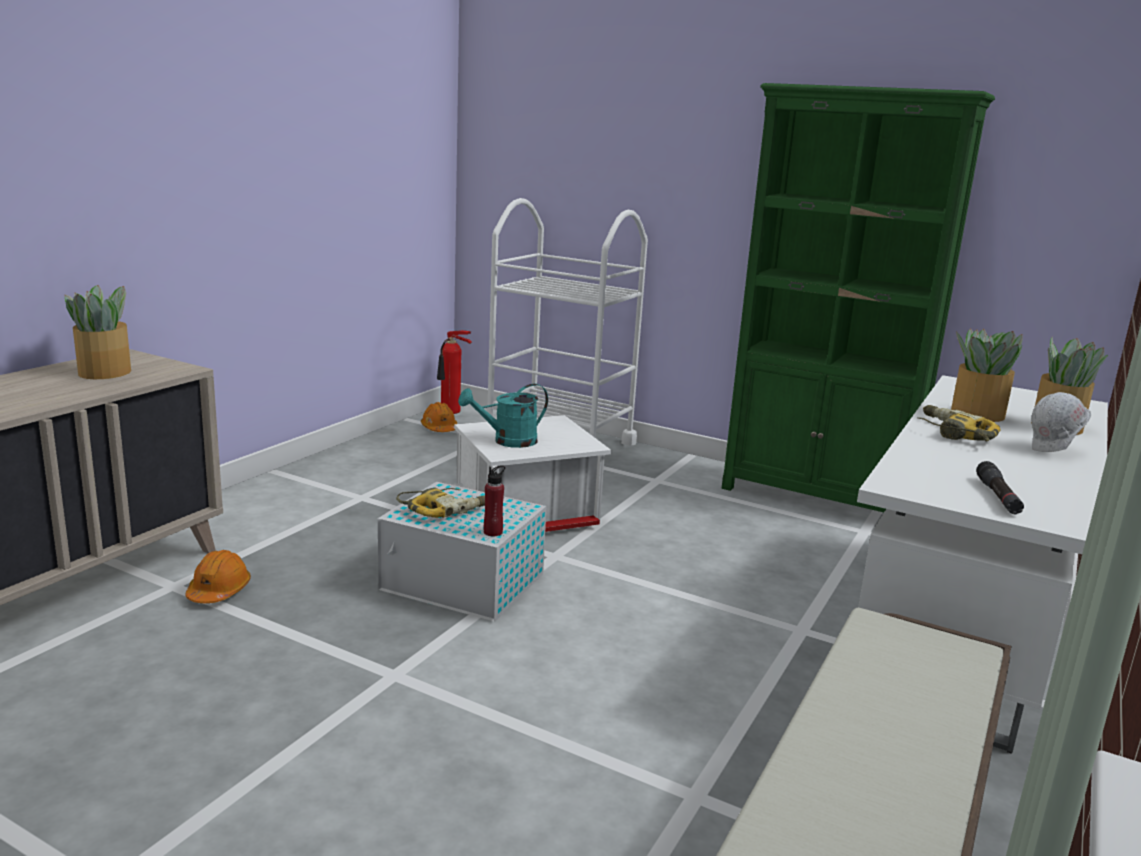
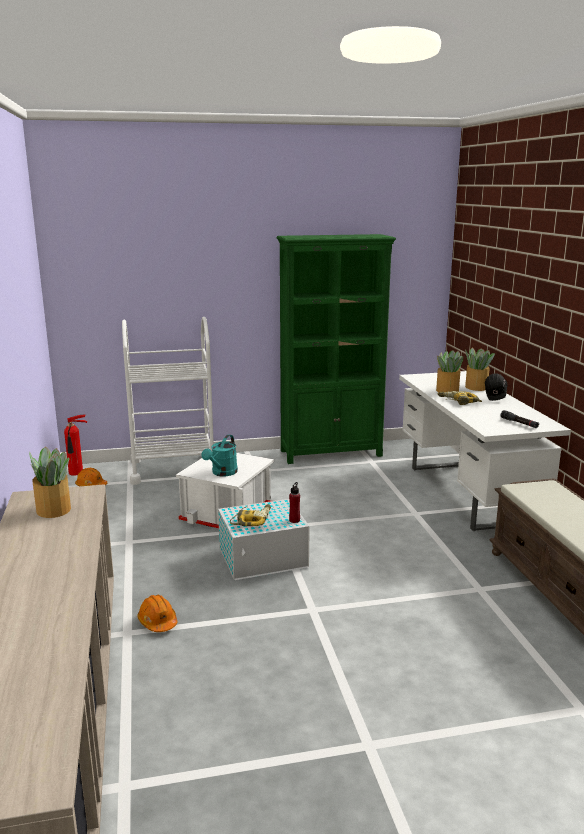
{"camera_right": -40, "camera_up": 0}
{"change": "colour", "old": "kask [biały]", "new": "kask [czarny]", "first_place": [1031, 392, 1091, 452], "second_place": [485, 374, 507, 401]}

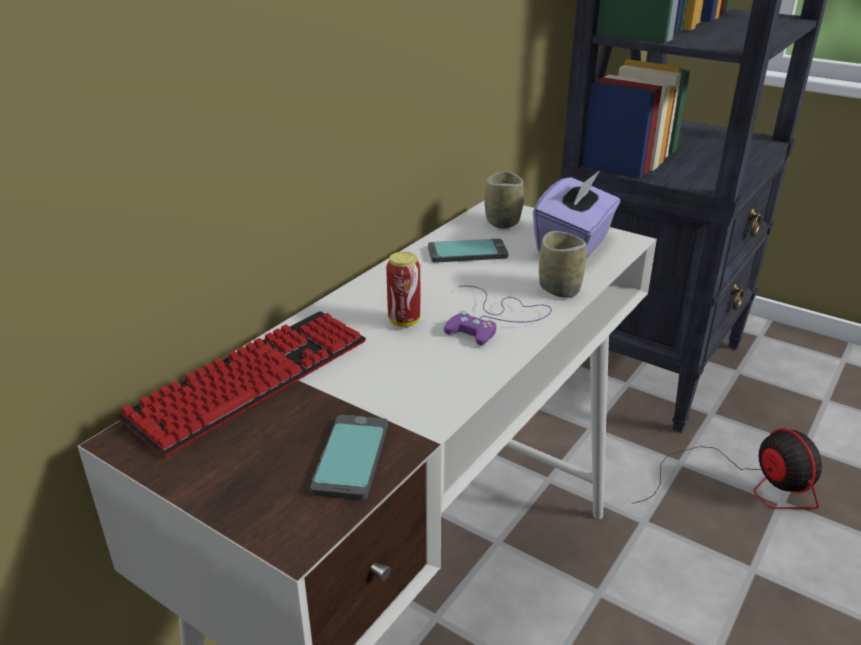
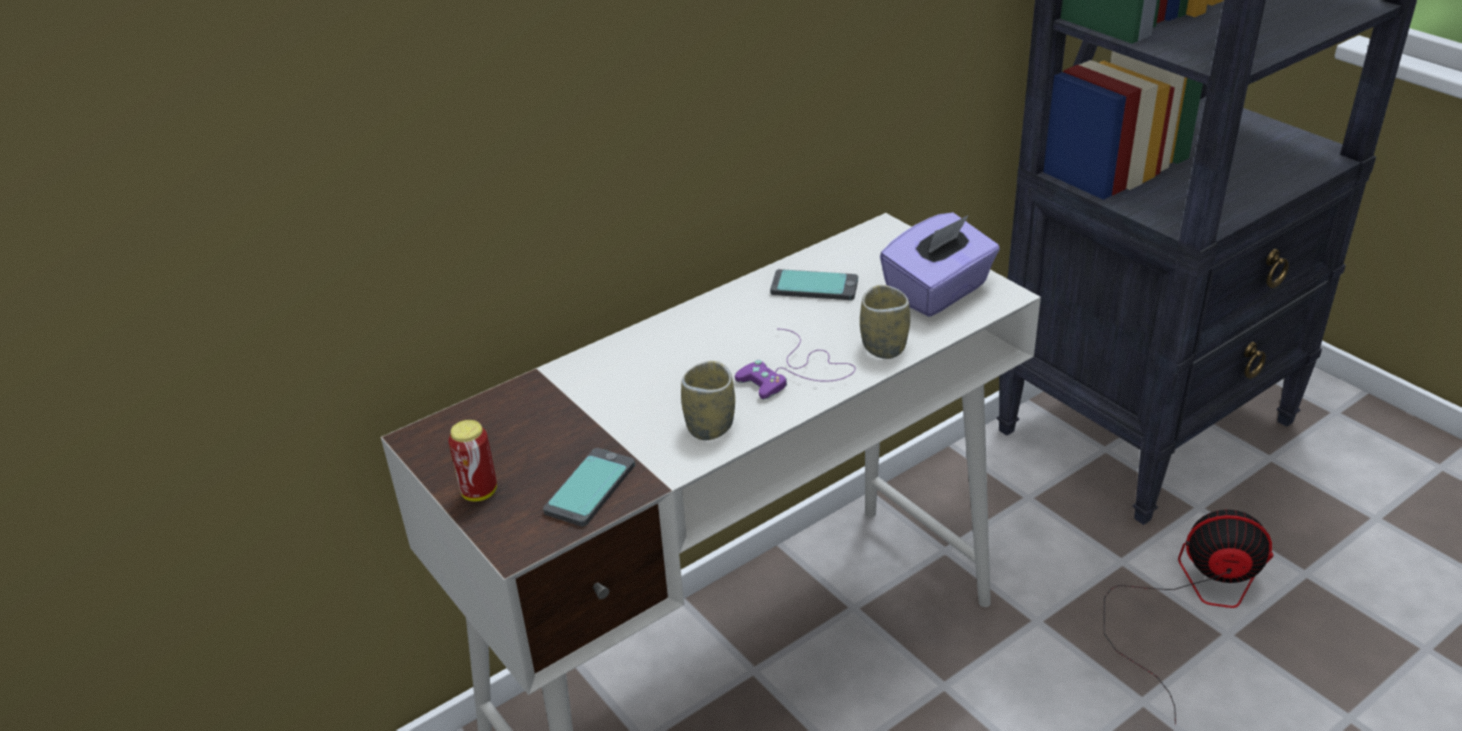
{"camera_right": 20, "camera_up": 5}
{"change": "relocated", "old": "puszka", "first_place": [386, 252, 420, 327], "second_place": [448, 420, 497, 502]}
{"change": "relocated", "old": "filiżanka", "first_place": [484, 171, 524, 229], "second_place": [681, 361, 735, 440]}
{"change": "spun", "old": "wentylator", "first_place": [631, 428, 822, 509], "second_place": [1104, 510, 1273, 724], "degrees": -75}
{"change": "missing", "old": "klawiatura", "first_place": [117, 311, 366, 457]}

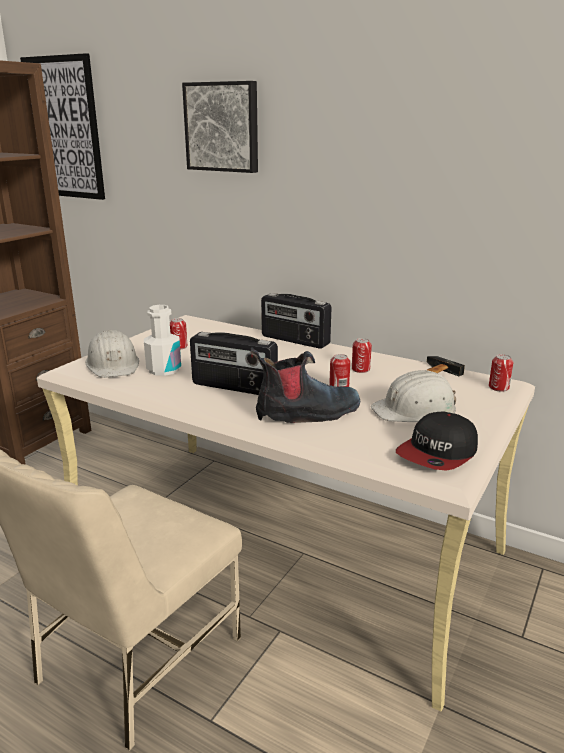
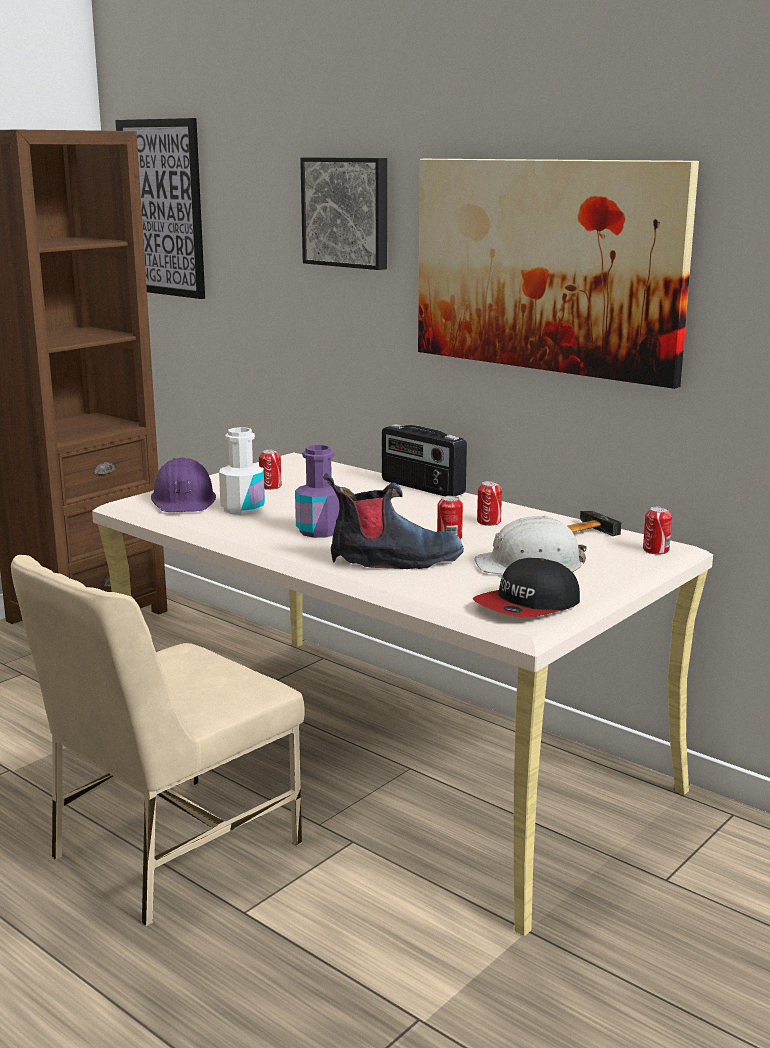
{"camera_right": 10, "camera_up": -5}
{"change": "colour", "old": "kask [biały]", "new": "kask [fioletowy]", "first_place": [85, 330, 139, 378], "second_place": [151, 457, 216, 512]}
{"change": "exchanged", "old": "radio", "new": "butelka [fioletowy]", "first_place": [190, 332, 278, 395], "second_place": [295, 445, 339, 538]}
{"change": "appeared", "new": "obraz", "second_place": [418, 159, 699, 389]}

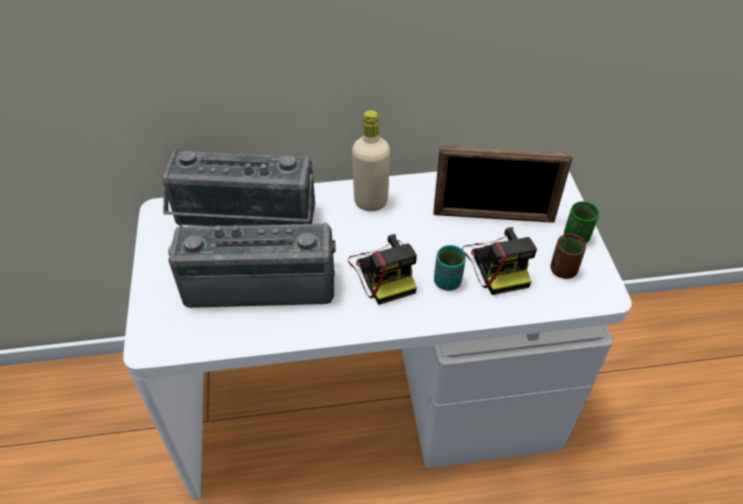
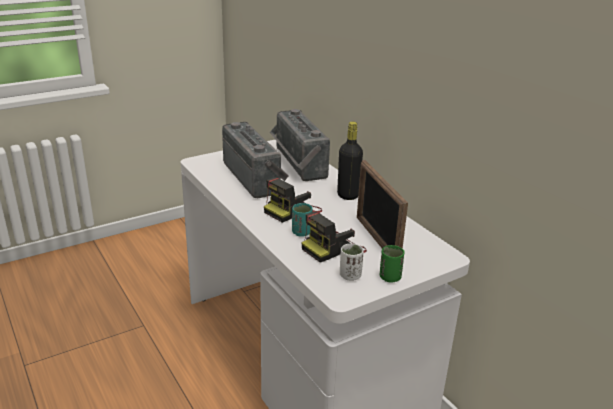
{"camera_right": 65, "camera_up": -20}
{"change": "colour", "old": "butelka [beżowy]", "new": "butelka [czarny]", "first_place": [352, 110, 390, 211], "second_place": [337, 122, 363, 200]}
{"change": "colour", "old": "filiżanka [brązowy]", "new": "filiżanka [biały]", "first_place": [550, 234, 587, 279], "second_place": [340, 243, 364, 281]}

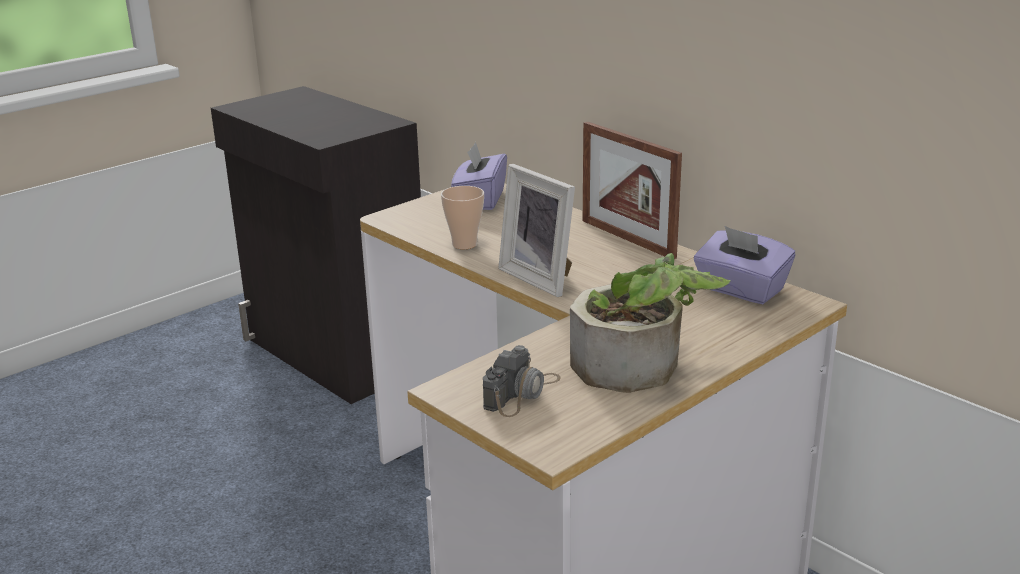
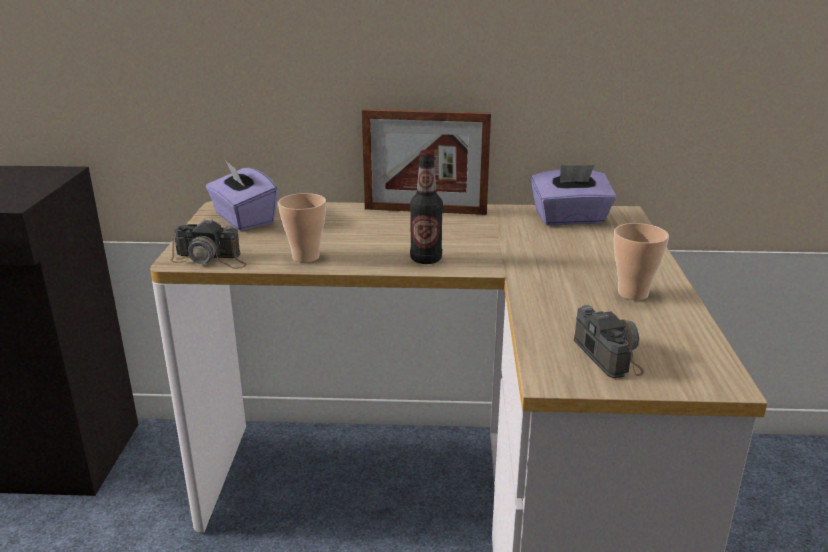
{"camera_right": -45, "camera_up": 0}
{"change": "appeared", "new": "aparat fotograficzny", "second_place": [170, 219, 247, 269]}
{"change": "exchanged", "old": "ramka na zdjęcie", "new": "butelka", "first_place": [498, 164, 575, 297], "second_place": [410, 150, 443, 264]}
{"change": "exchanged", "old": "roślina doniczkowa", "new": "filiżanka", "first_place": [570, 253, 730, 393], "second_place": [614, 223, 669, 300]}

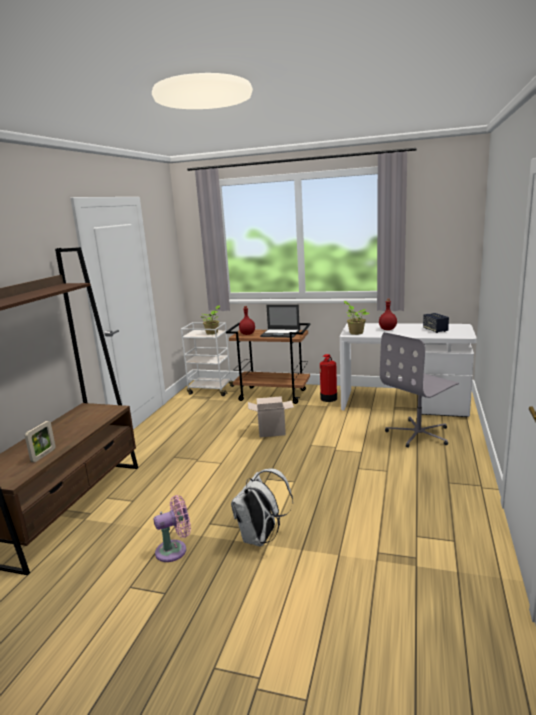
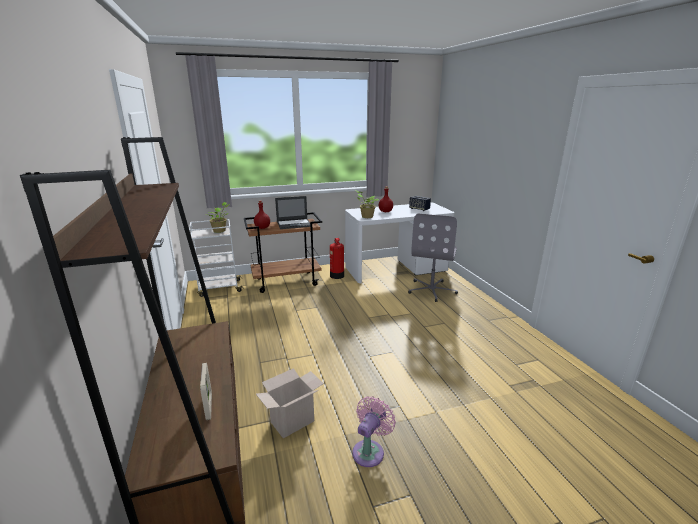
{"camera_right": -35, "camera_up": 5}
{"change": "relocated", "old": "karton", "first_place": [248, 396, 294, 437], "second_place": [256, 368, 324, 438]}
{"change": "missing", "old": "plecak [biały]", "first_place": [231, 468, 293, 546]}

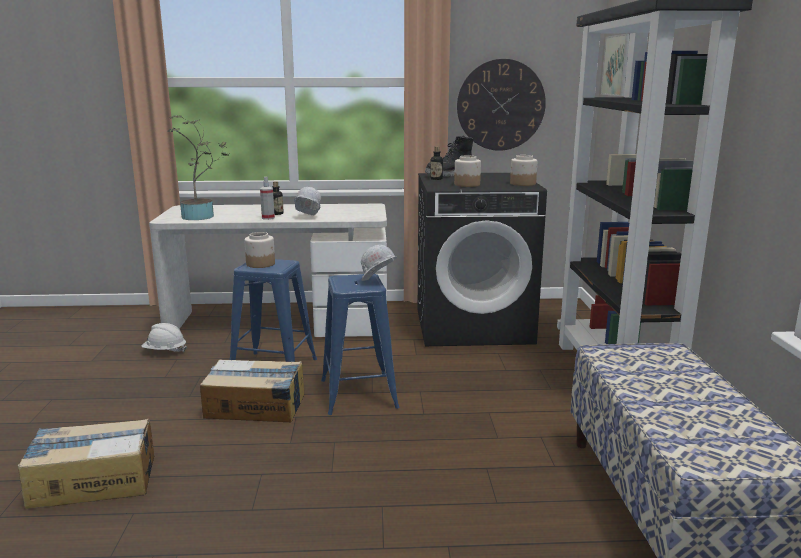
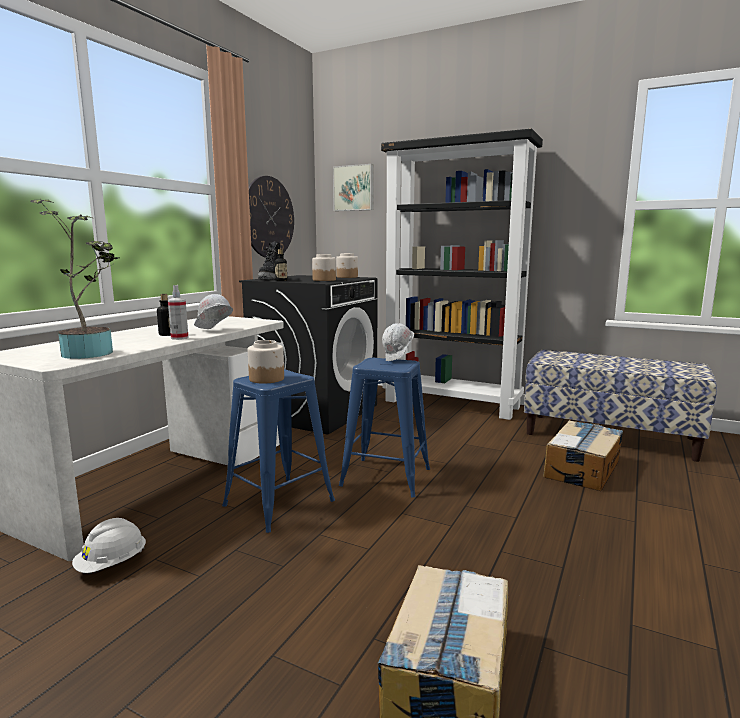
{"camera_right": -60, "camera_up": -5}
{"change": "relocated", "old": "karton", "first_place": [200, 360, 304, 422], "second_place": [543, 420, 623, 491]}

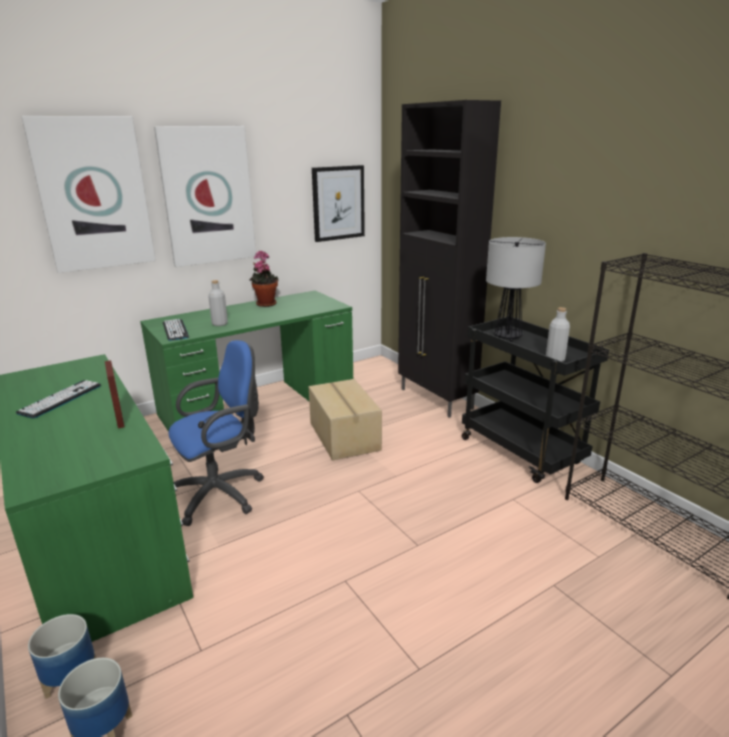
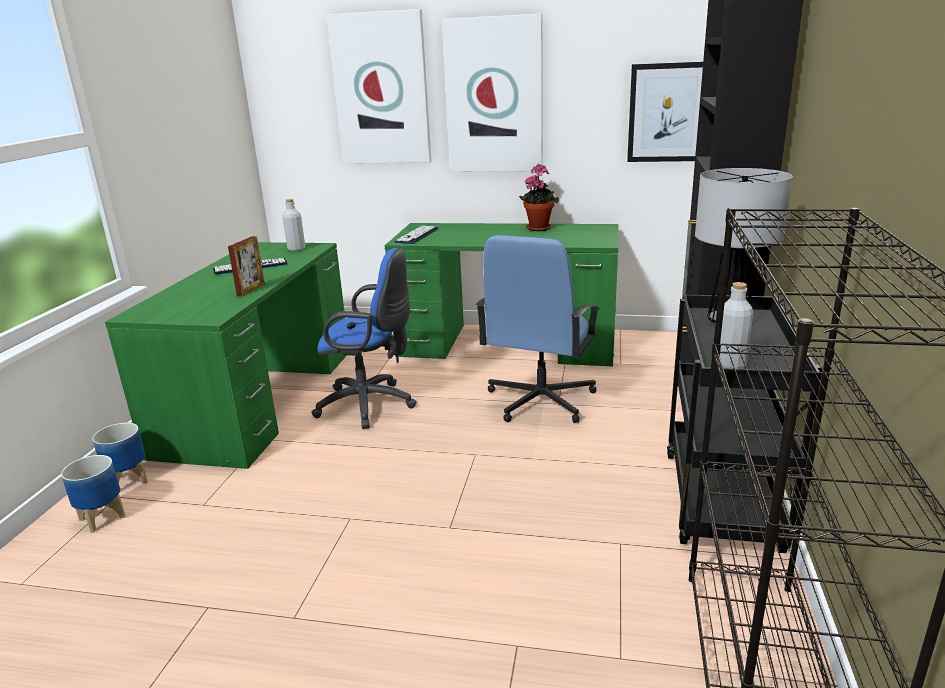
{"camera_right": 45, "camera_up": 0}
{"change": "relocated", "old": "butelka [szary]", "first_place": [208, 280, 228, 326], "second_place": [282, 199, 305, 251]}
{"change": "exchanged", "old": "karton", "new": "krzesło biurowe [niebieski]", "first_place": [309, 379, 382, 461], "second_place": [476, 235, 600, 423]}

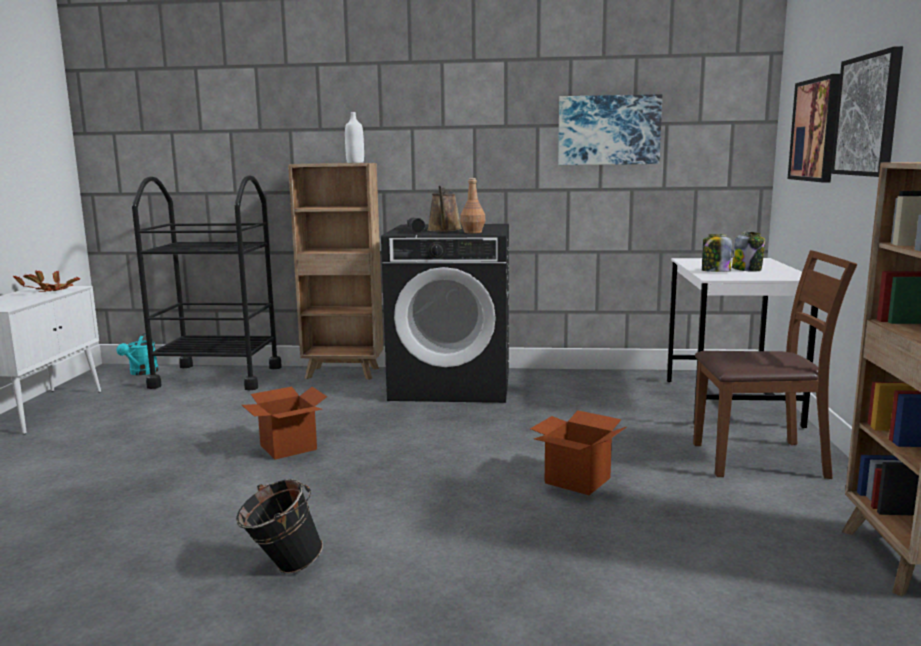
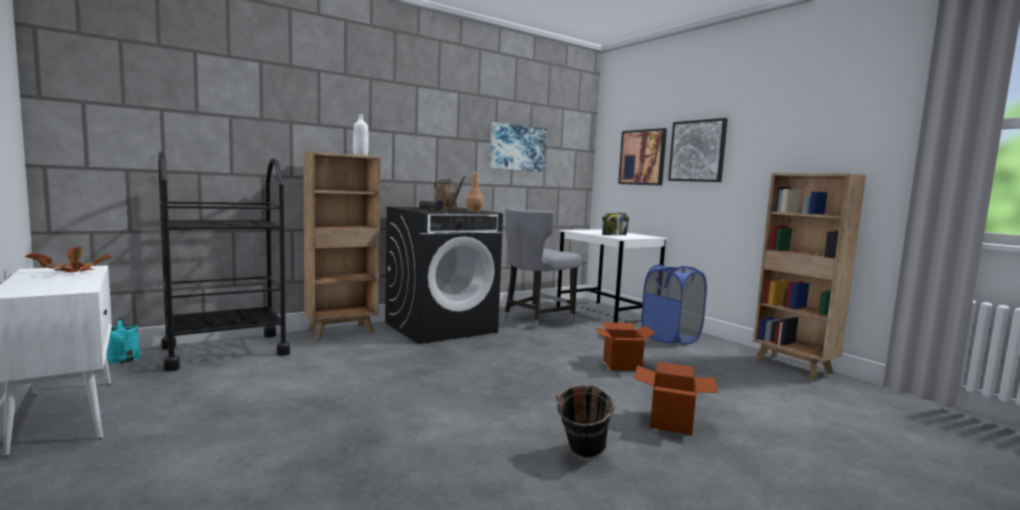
{"camera_right": -40, "camera_up": -5}
{"change": "appeared", "new": "krzesło [szary]", "second_place": [503, 207, 581, 330]}
{"change": "relocated", "old": "karton", "first_place": [242, 387, 327, 460], "second_place": [634, 362, 718, 435]}
{"change": "exchanged", "old": "krzesło [brązowy]", "new": "kosz na pranie [niebieski]", "first_place": [693, 250, 857, 479], "second_place": [641, 265, 707, 345]}

